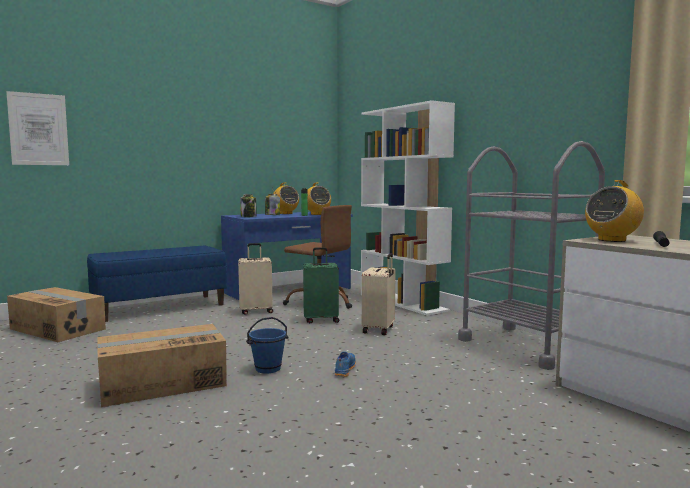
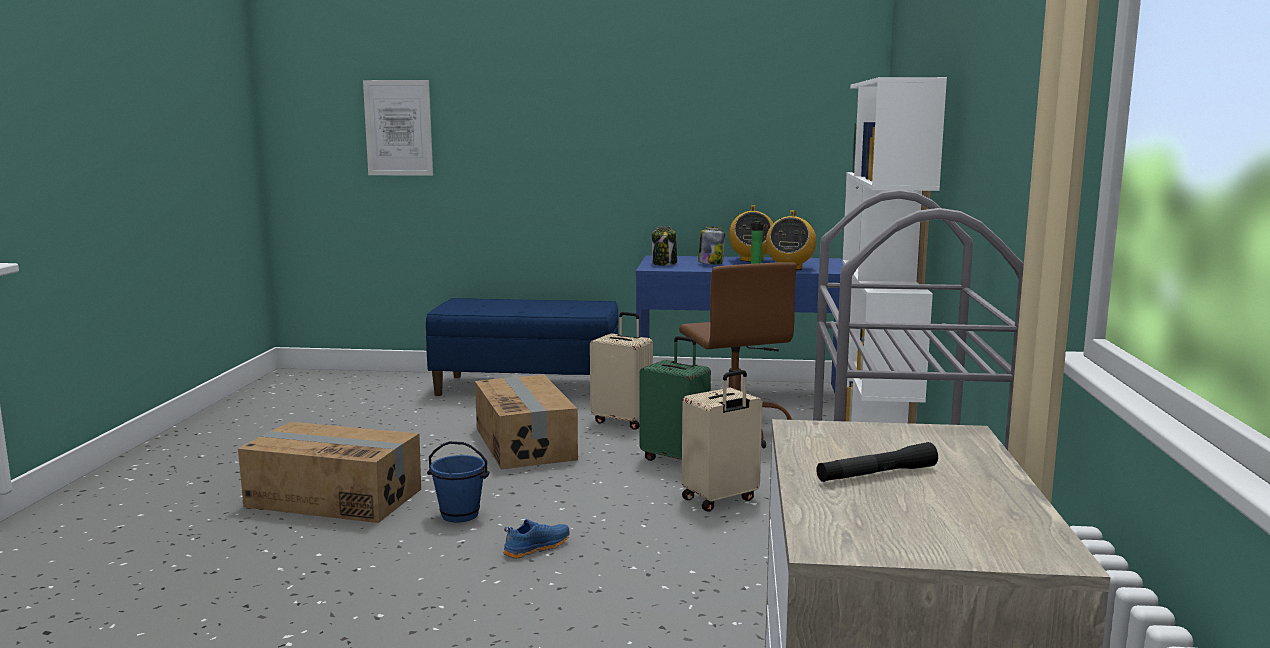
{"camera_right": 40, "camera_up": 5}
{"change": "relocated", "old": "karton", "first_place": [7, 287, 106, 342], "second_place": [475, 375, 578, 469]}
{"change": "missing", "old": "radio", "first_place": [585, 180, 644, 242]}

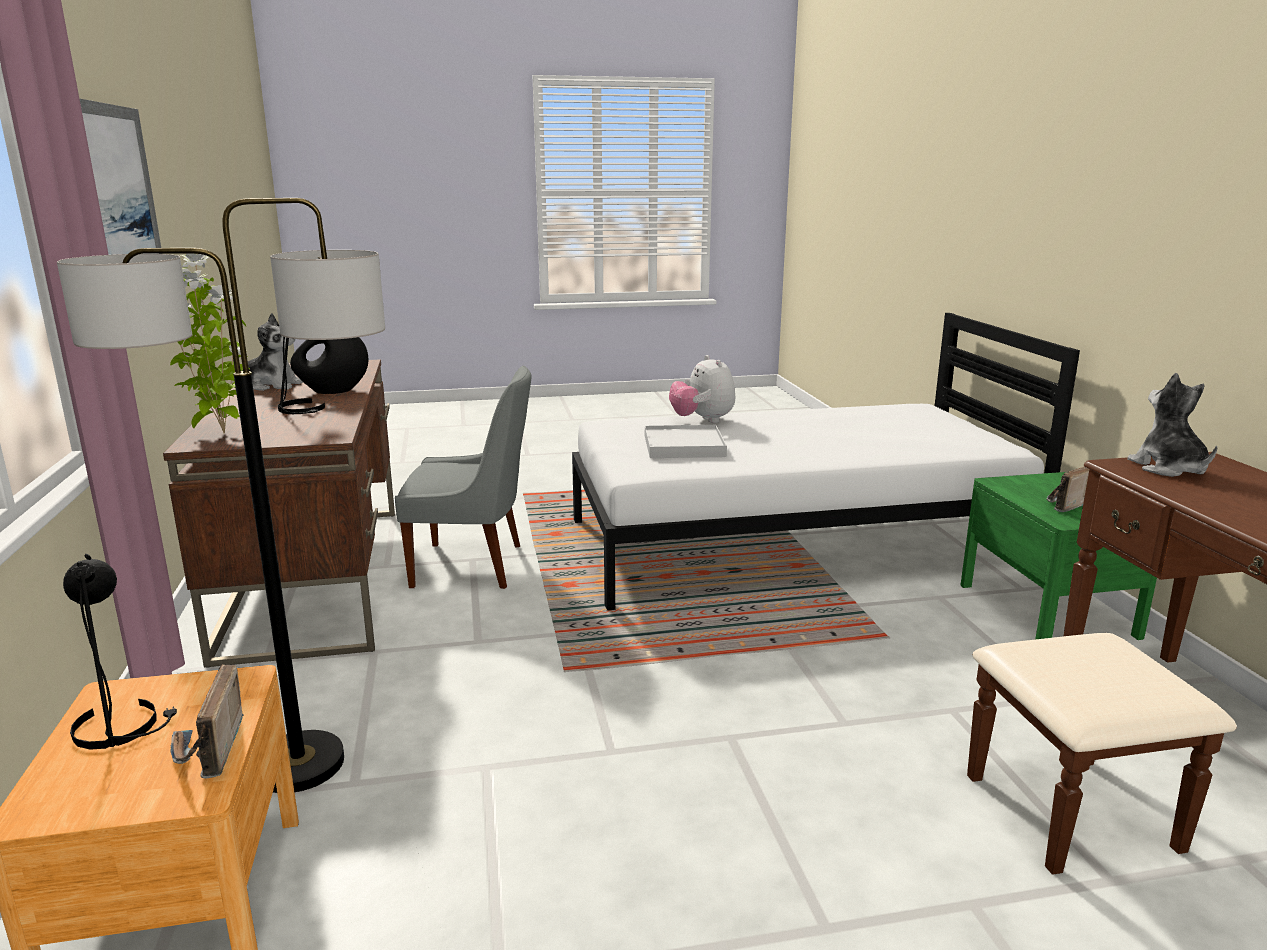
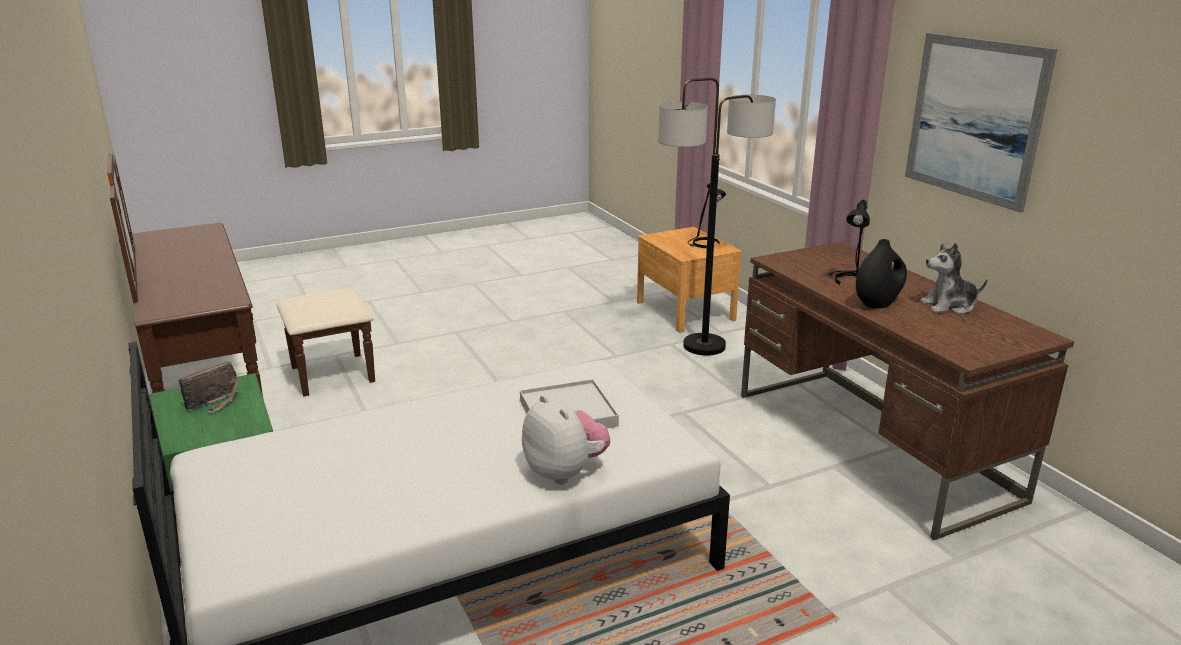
{"camera_right": 165, "camera_up": 5}
{"change": "missing", "old": "roślina doniczkowa", "first_place": [170, 254, 250, 433]}
{"change": "missing", "old": "radio", "first_place": [171, 664, 244, 778]}
{"change": "missing", "old": "krzesło [szary]", "first_place": [395, 366, 531, 589]}
{"change": "missing", "old": "pluszak", "first_place": [1127, 373, 1217, 477]}

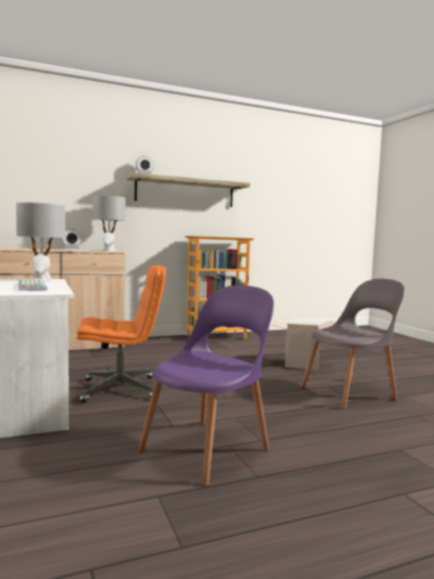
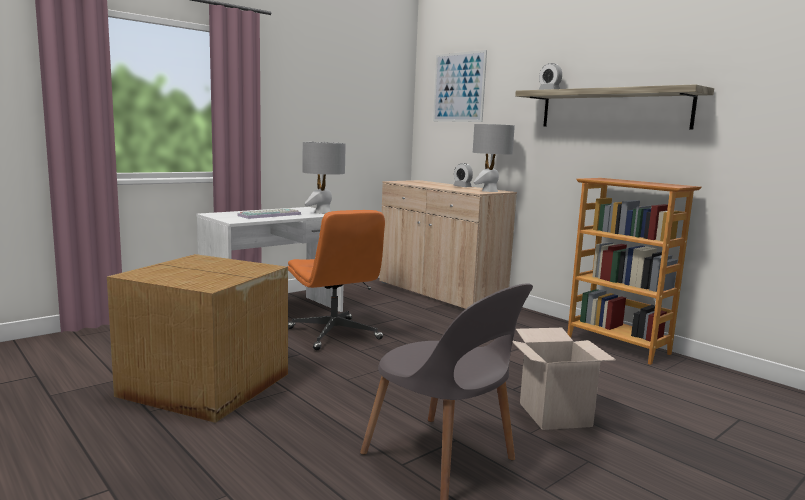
{"camera_right": 70, "camera_up": 5}
{"change": "exchanged", "old": "krzesło [fioletowy]", "new": "karton", "first_place": [138, 285, 274, 485], "second_place": [107, 254, 288, 423]}
{"change": "appeared", "new": "obraz", "second_place": [433, 50, 487, 122]}

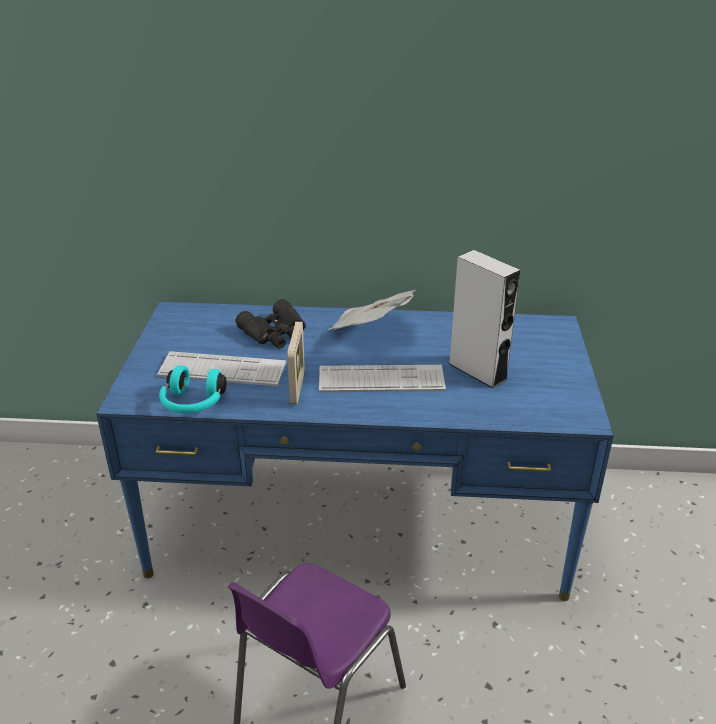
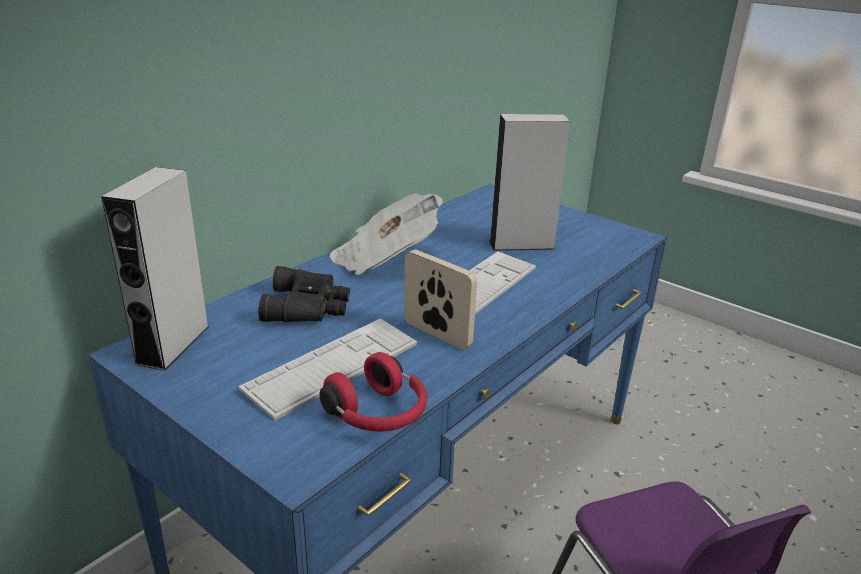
{"camera_right": -55, "camera_up": -5}
{"change": "appeared", "new": "głośnik [szary]", "second_place": [101, 167, 210, 371]}
{"change": "colour", "old": "słuchawki [turkusowy]", "new": "słuchawki [czerwony]", "first_place": [159, 366, 227, 414], "second_place": [320, 352, 427, 432]}

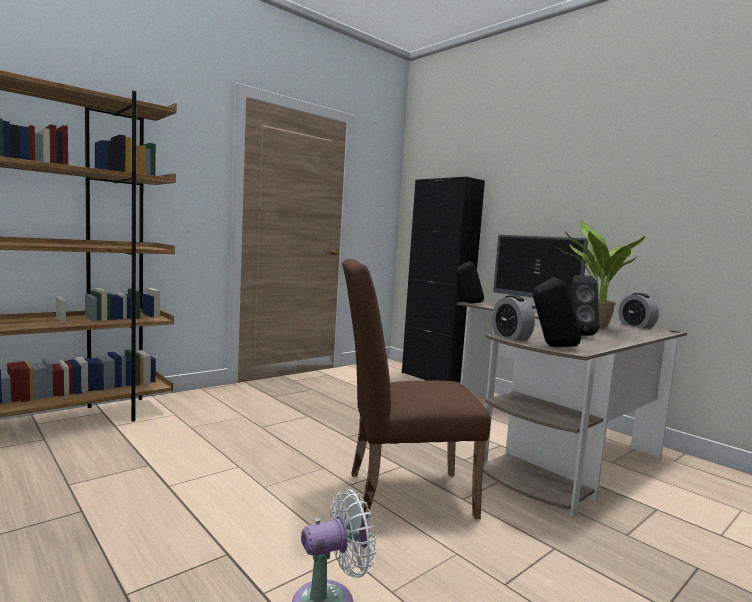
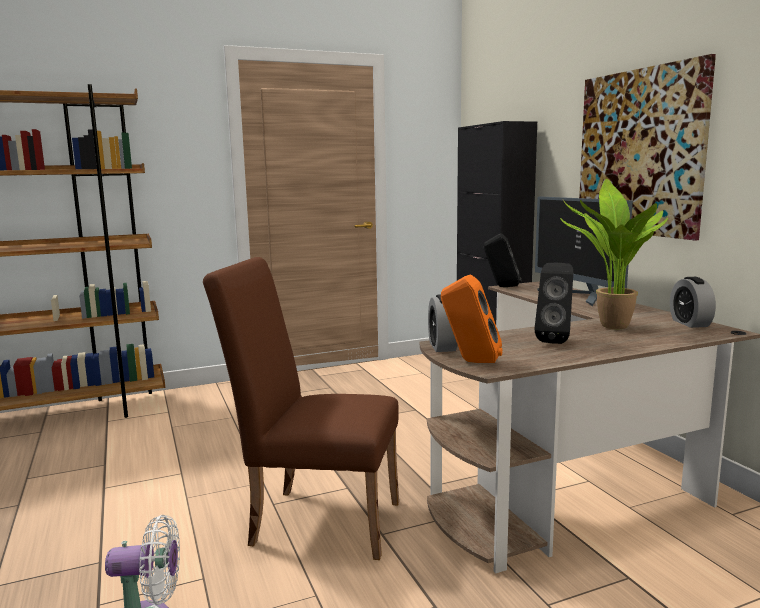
{"camera_right": 20, "camera_up": 5}
{"change": "colour", "old": "głośnik [czarny]", "new": "głośnik [pomarańczowy]", "first_place": [533, 277, 581, 347], "second_place": [441, 275, 502, 363]}
{"change": "appeared", "new": "obraz", "second_place": [579, 54, 716, 240]}

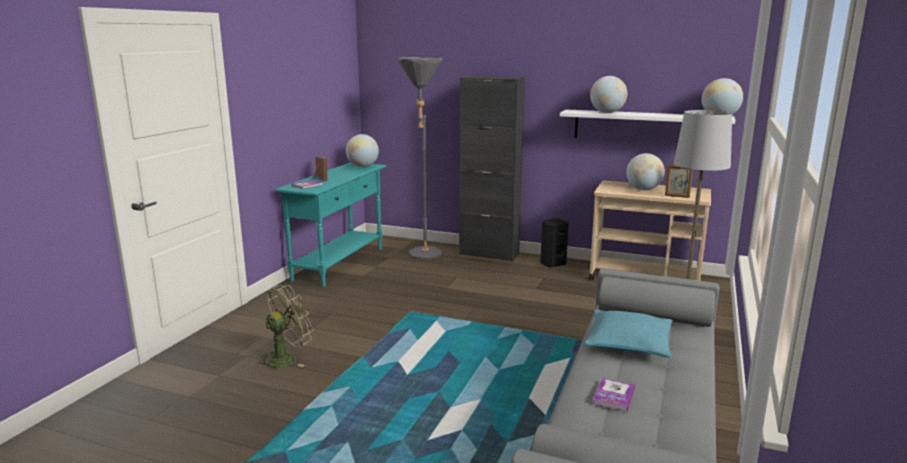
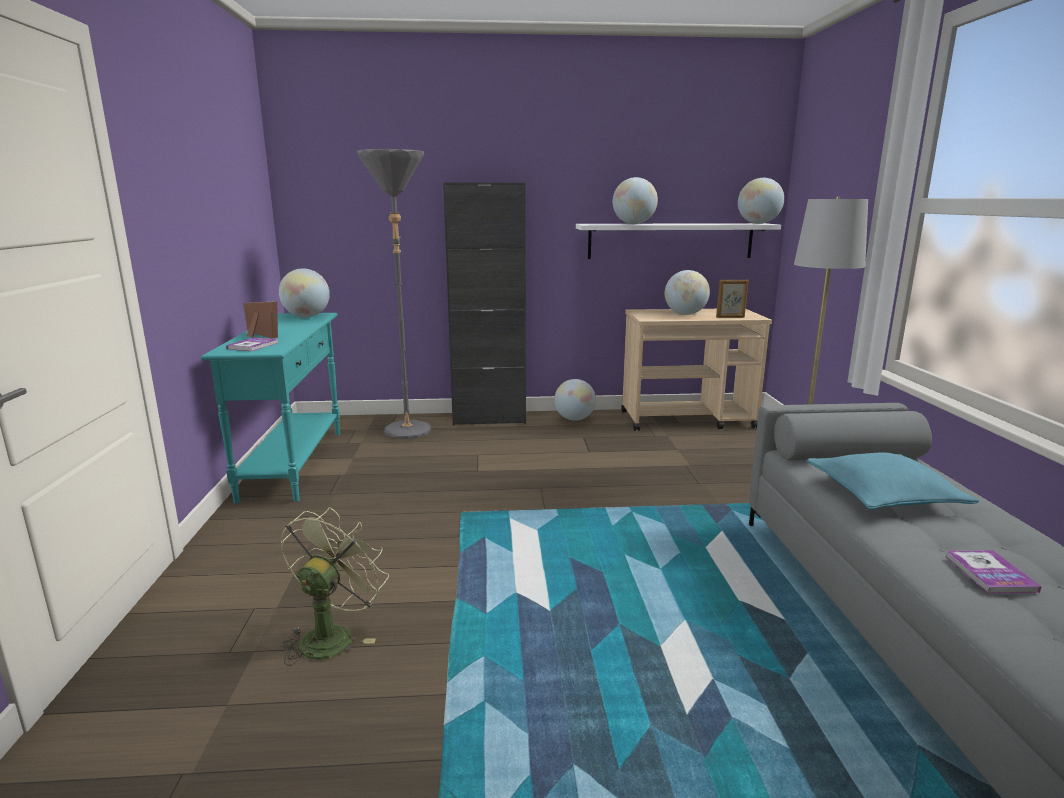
{"camera_right": -25, "camera_up": 0}
{"change": "exchanged", "old": "głośnik [czarny]", "new": "globus", "first_place": [540, 219, 569, 268], "second_place": [554, 379, 596, 421]}

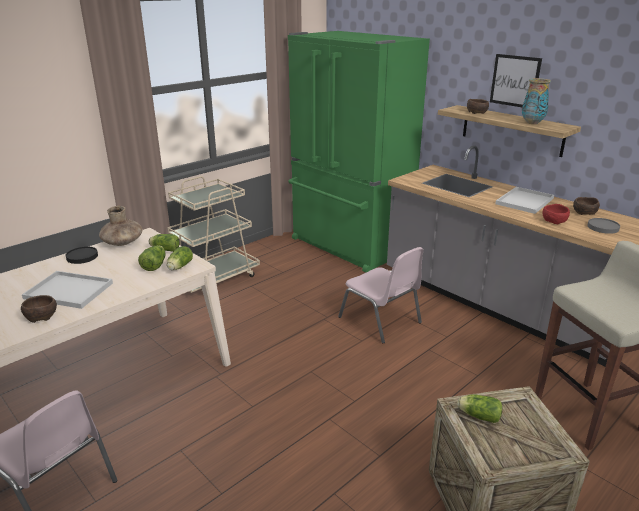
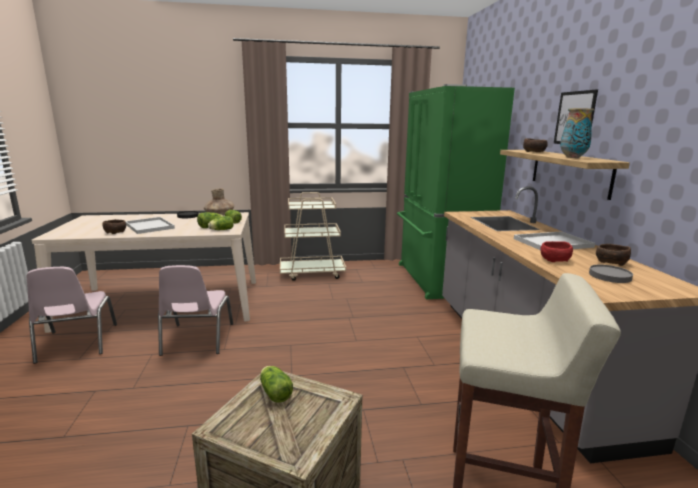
{"camera_right": 35, "camera_up": -10}
{"change": "relocated", "old": "krzesło [różowy]", "first_place": [338, 247, 424, 343], "second_place": [158, 265, 233, 356]}

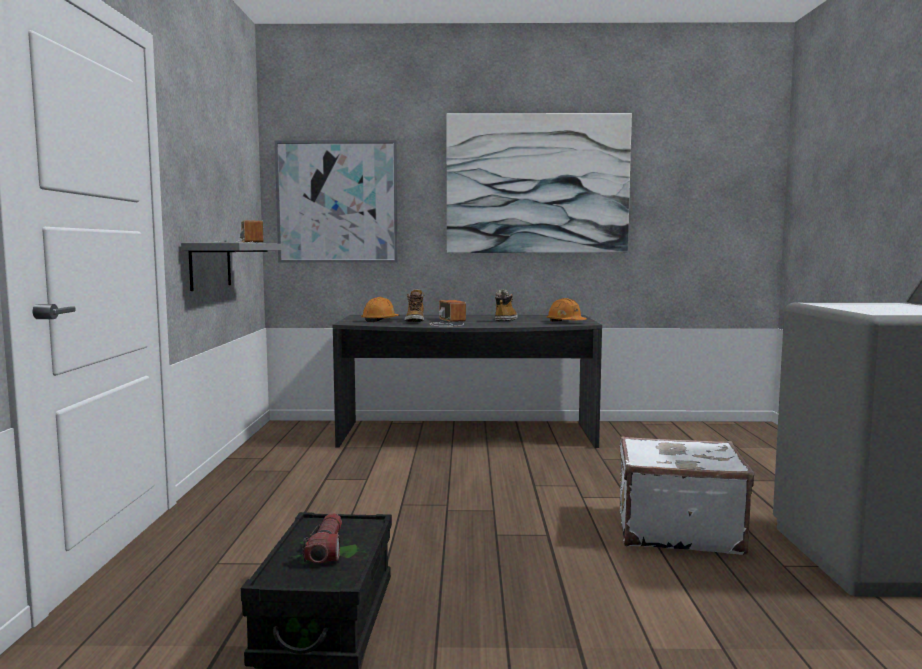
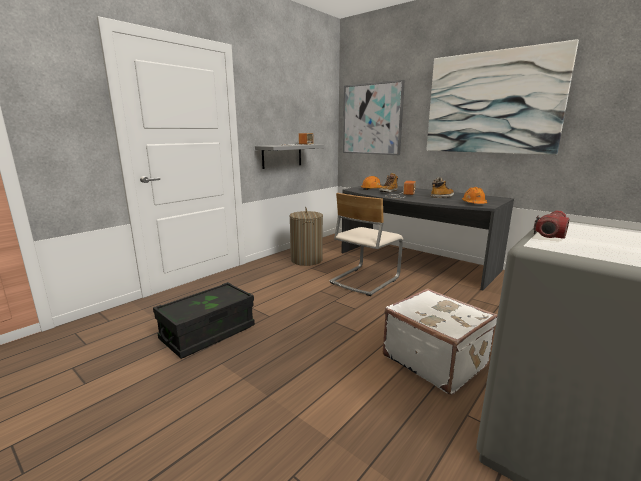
{"camera_right": 40, "camera_up": 10}
{"change": "appeared", "new": "kosz na pranie", "second_place": [290, 207, 323, 266]}
{"change": "appeared", "new": "krzesło [beżowy]", "second_place": [330, 193, 403, 296]}
{"change": "relocated", "old": "latarka", "first_place": [302, 513, 342, 563], "second_place": [533, 210, 569, 239]}

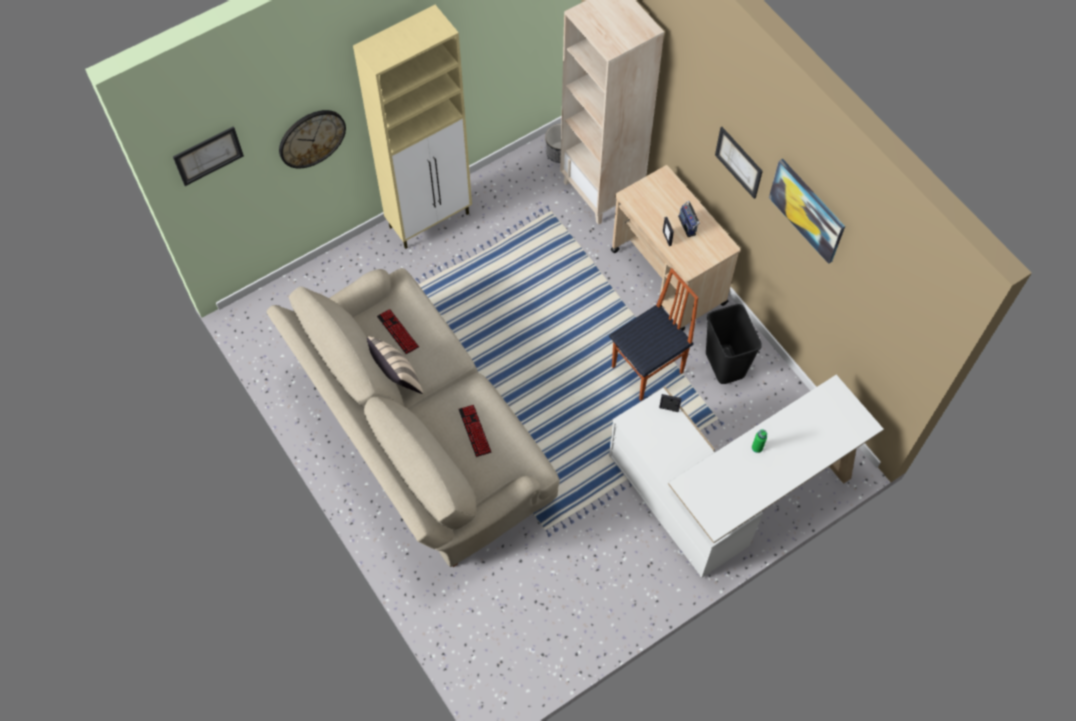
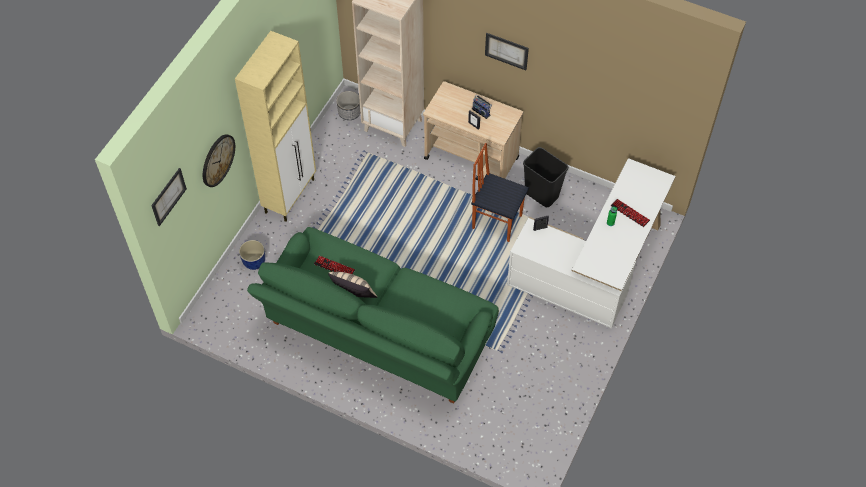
{"camera_right": -30, "camera_up": -5}
{"change": "appeared", "new": "donica", "second_place": [239, 240, 265, 270]}
{"change": "colour", "old": "kanapa [beżowy]", "new": "kanapa [zielony]", "first_place": [267, 268, 560, 567], "second_place": [247, 227, 499, 404]}
{"change": "spun", "old": "krzesło", "first_place": [609, 268, 699, 401], "second_place": [471, 143, 529, 242], "degrees": -90}
{"change": "relocated", "old": "klawiatura", "first_place": [458, 405, 491, 457], "second_place": [611, 199, 650, 227]}
{"change": "missing", "old": "obraz", "first_place": [769, 159, 845, 264]}

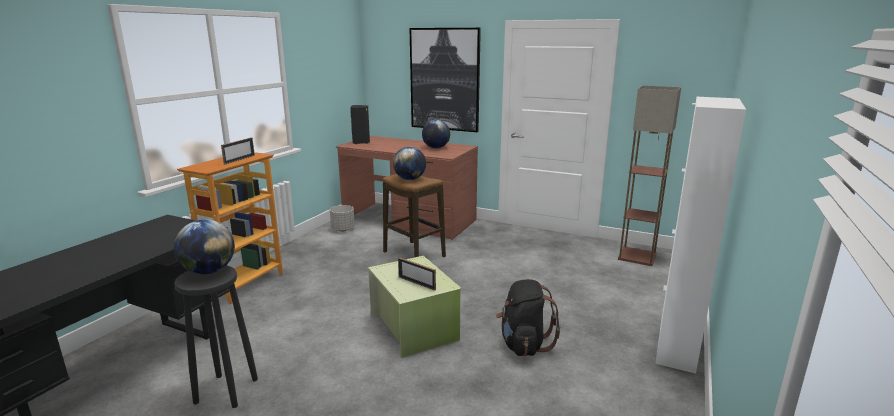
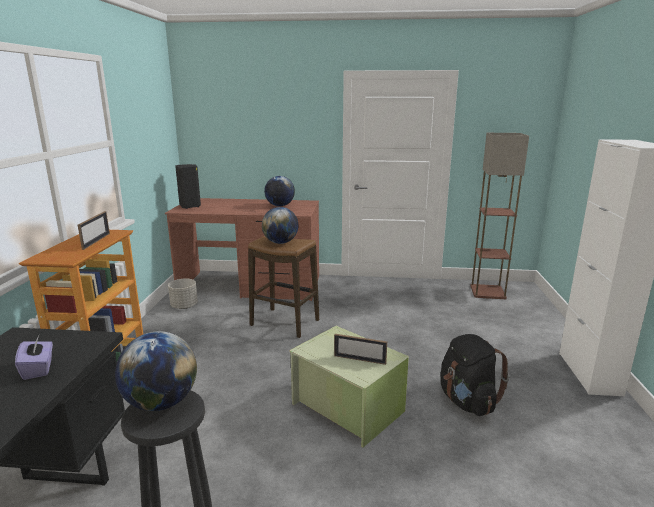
{"camera_right": -20, "camera_up": 0}
{"change": "appeared", "new": "pudełko chusteczek [fioletowy]", "second_place": [15, 335, 53, 380]}
{"change": "missing", "old": "obraz", "first_place": [410, 28, 481, 132]}

